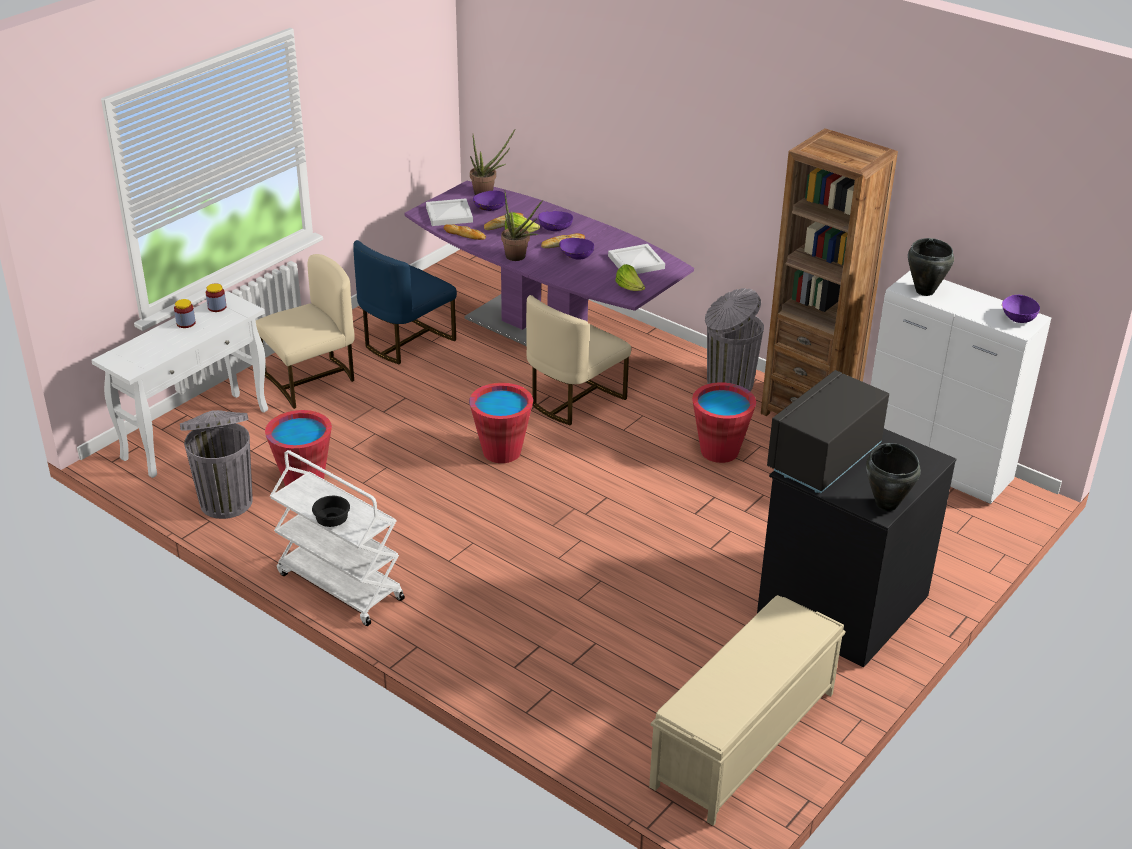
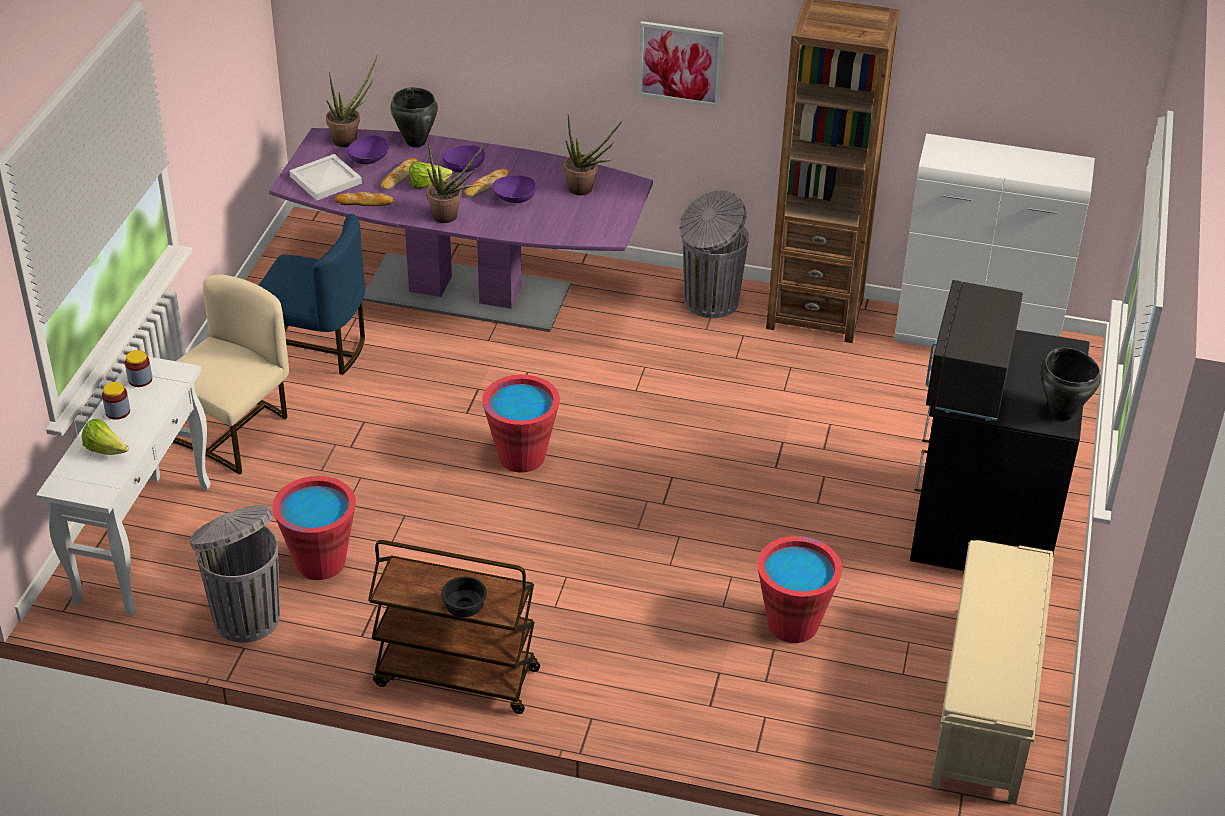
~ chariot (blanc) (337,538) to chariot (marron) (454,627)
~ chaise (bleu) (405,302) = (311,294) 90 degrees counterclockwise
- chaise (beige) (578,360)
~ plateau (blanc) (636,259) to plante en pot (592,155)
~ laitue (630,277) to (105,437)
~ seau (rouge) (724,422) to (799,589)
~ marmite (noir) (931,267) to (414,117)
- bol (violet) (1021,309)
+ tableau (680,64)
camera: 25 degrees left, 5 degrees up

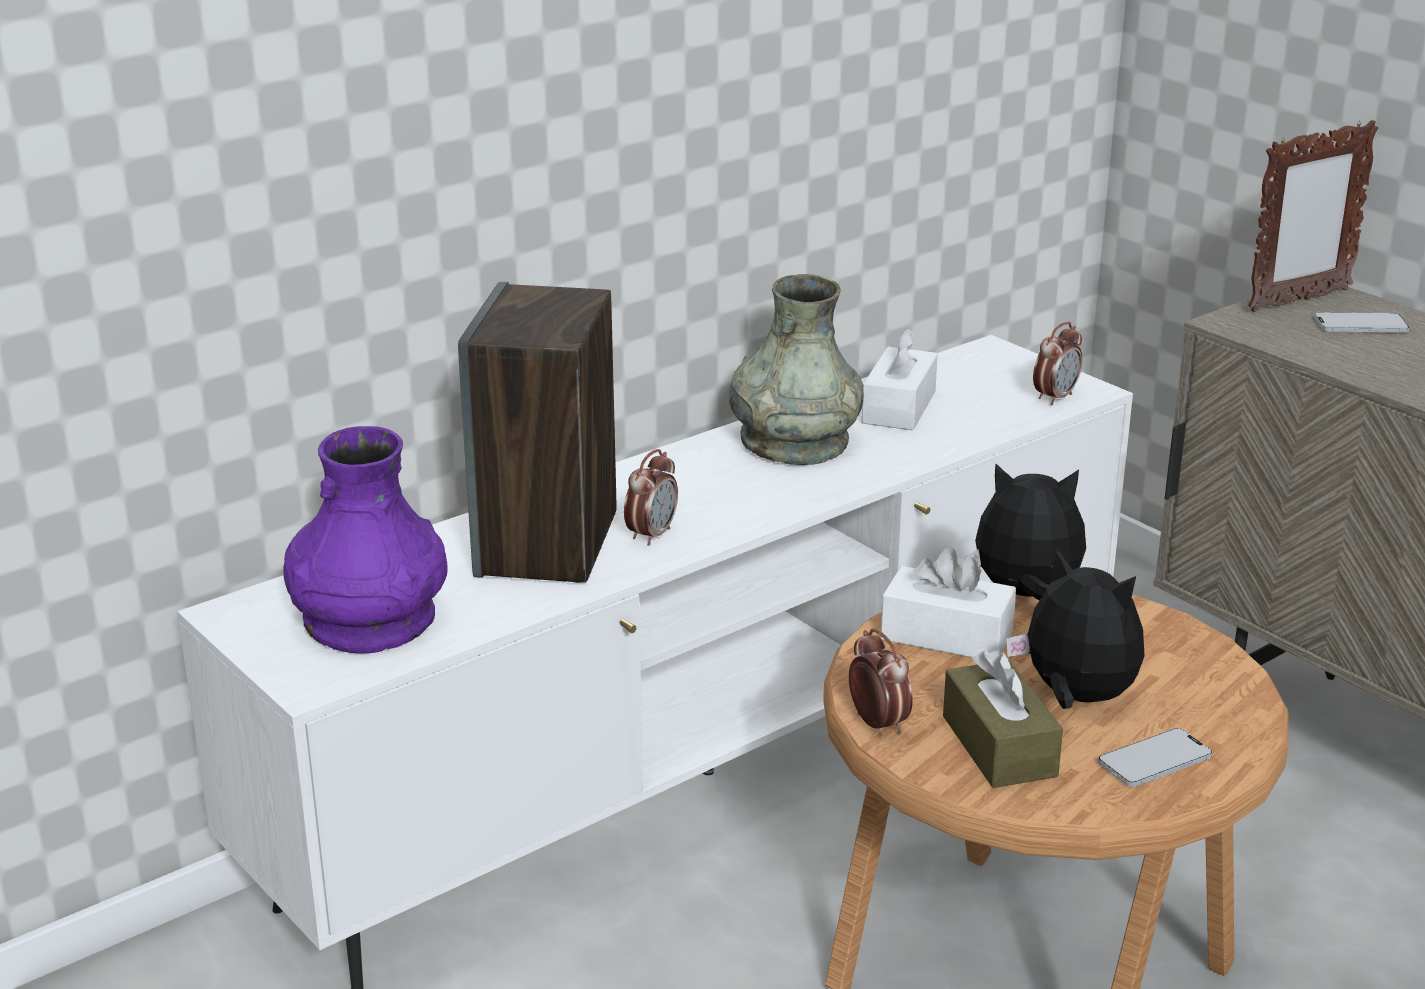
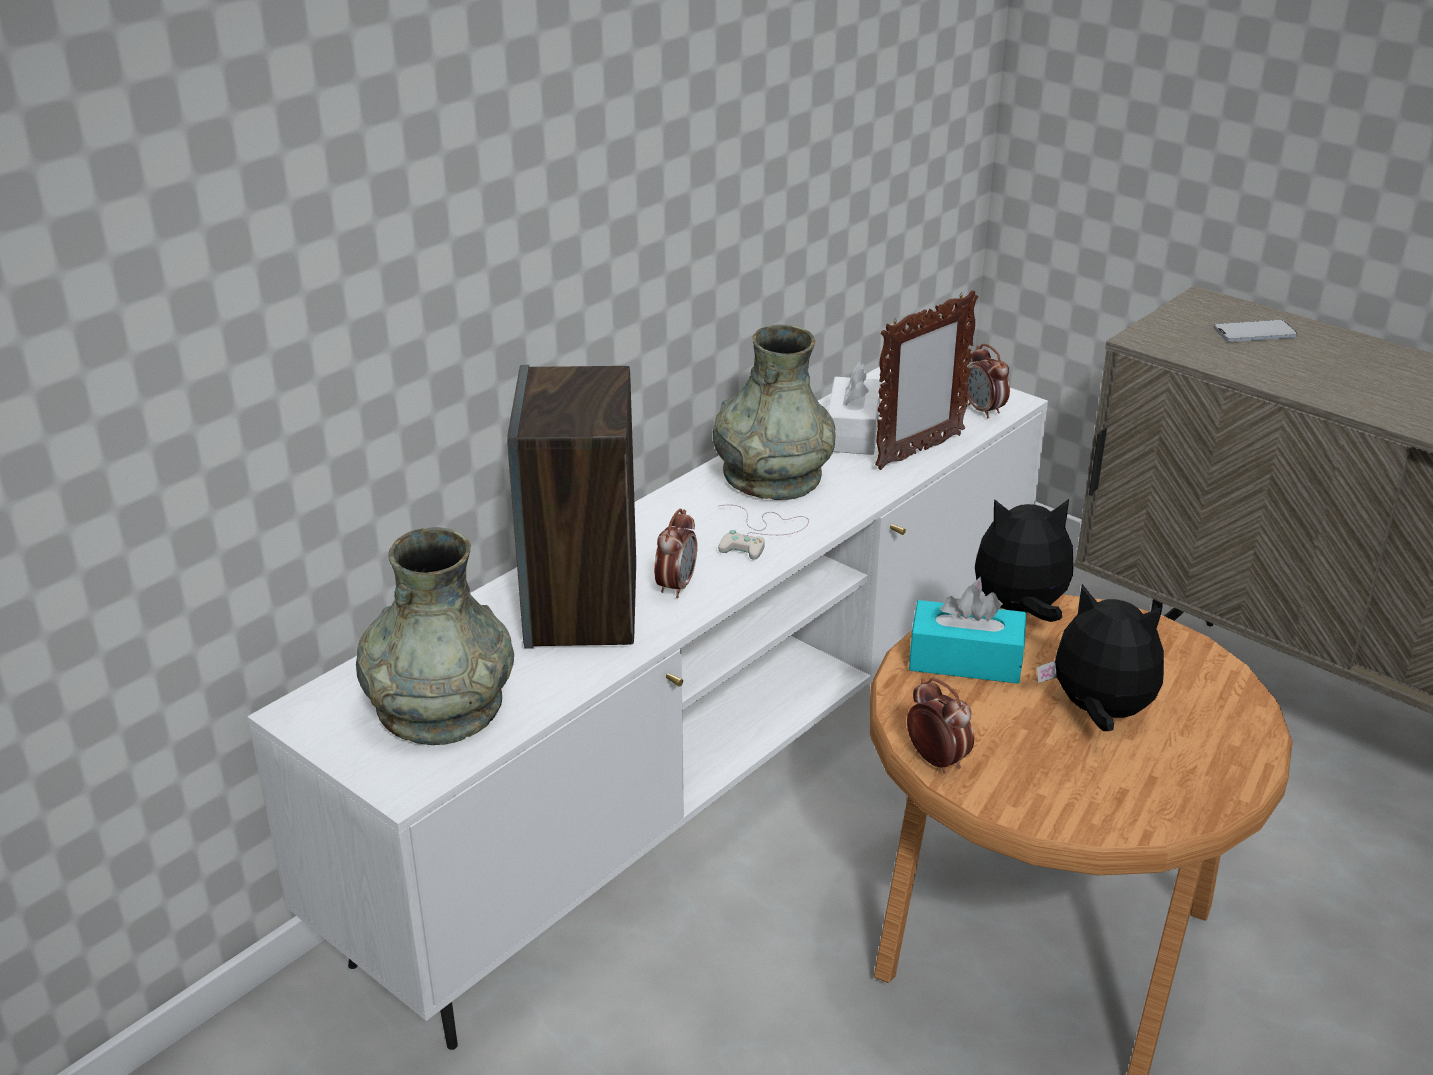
~ vase (violet) (365,540) to vase (gris) (435,636)
~ boîte à mouchoirs (blanc) (948,602) to boîte à mouchoirs (turquoise) (967,634)
- boîte à mouchoirs (marron) (1003,718)
~ réveil (1057,363) = (987,381) 120 degrees clockwise
- téléphone (1155,757)
~ cadre photo (1313,216) to (926,380)
+ manette (blanc) (763,532)
camera: 10 degrees left, 5 degrees up

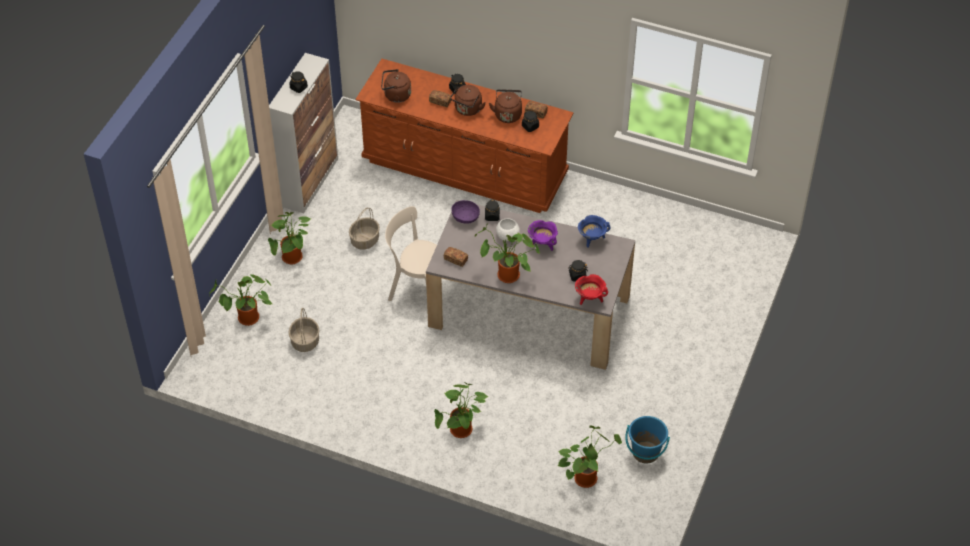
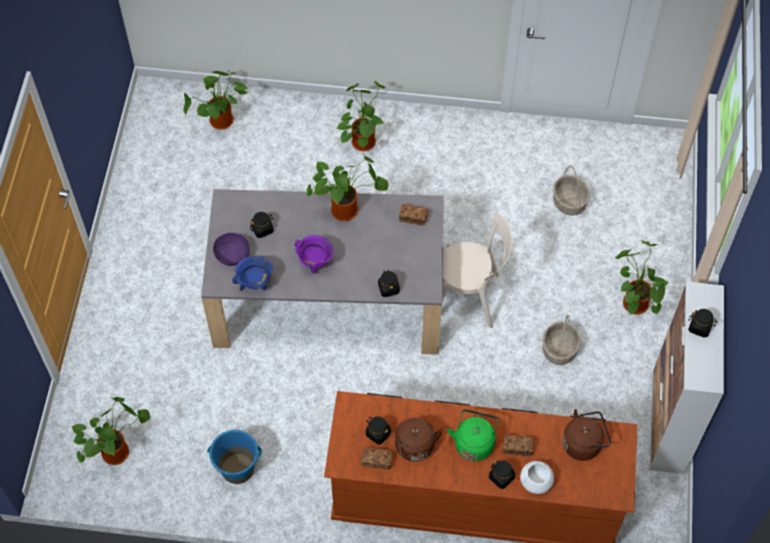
~ plante en pot (240,300) to (111,431)
~ bouilloire (marron) (468,100) to bouilloire (vert) (473,435)
~ bol (violet) (465,212) to (231,249)
~ bol (blanc) (508,229) to (537,477)
- marmite (rouge) (591,289)
~ seau (bleu) (647,440) to (234,457)
camera: 165 degrees right, 10 degrees up

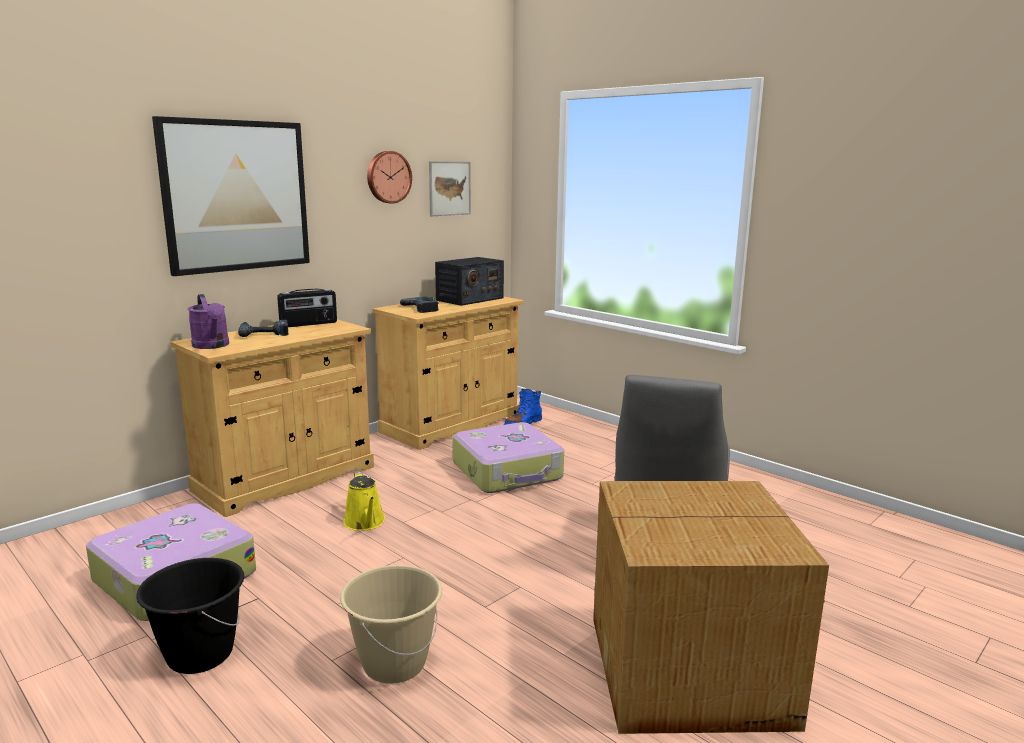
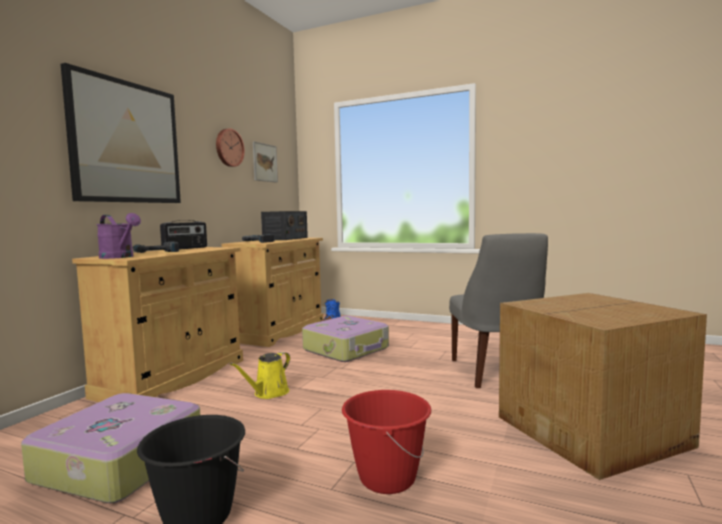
~ seau (beige) (391,624) to seau (rouge) (386,442)
~ arrosoir (jaune) (364,501) = (260,375) 75 degrees clockwise
camera: 20 degrees left, 10 degrees down

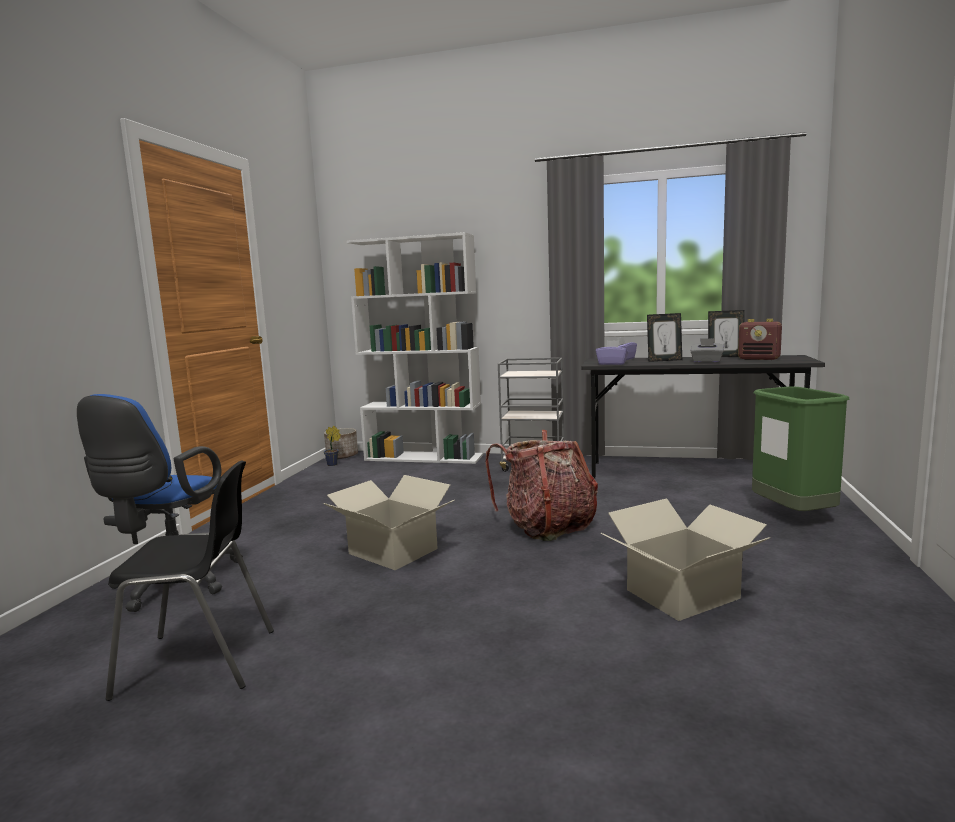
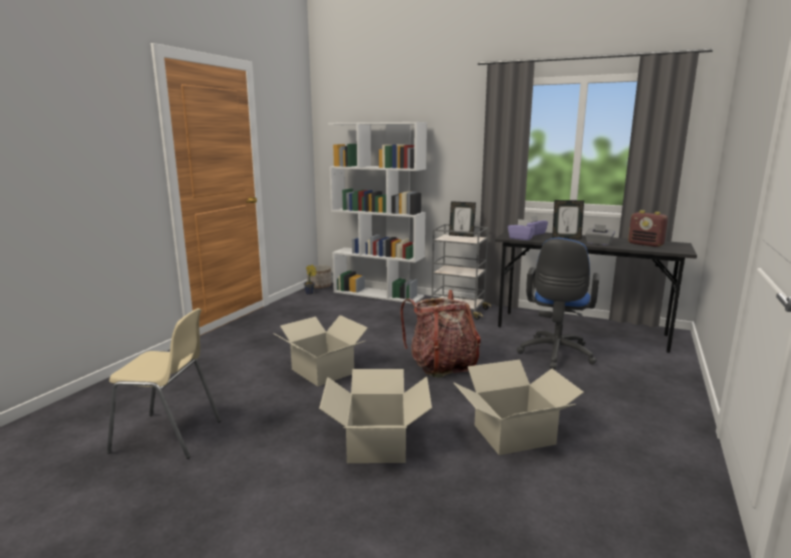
~ chaise de bureau (bleu) (160,503) to (558,304)
~ chaise (noir) (189,580) to chaise (beige) (164,383)
~ cadre photo (726,333) to (462,219)
- poubelle (vert) (801,448)
+ carton (375,416)
camera: 10 degrees right, 5 degrees up

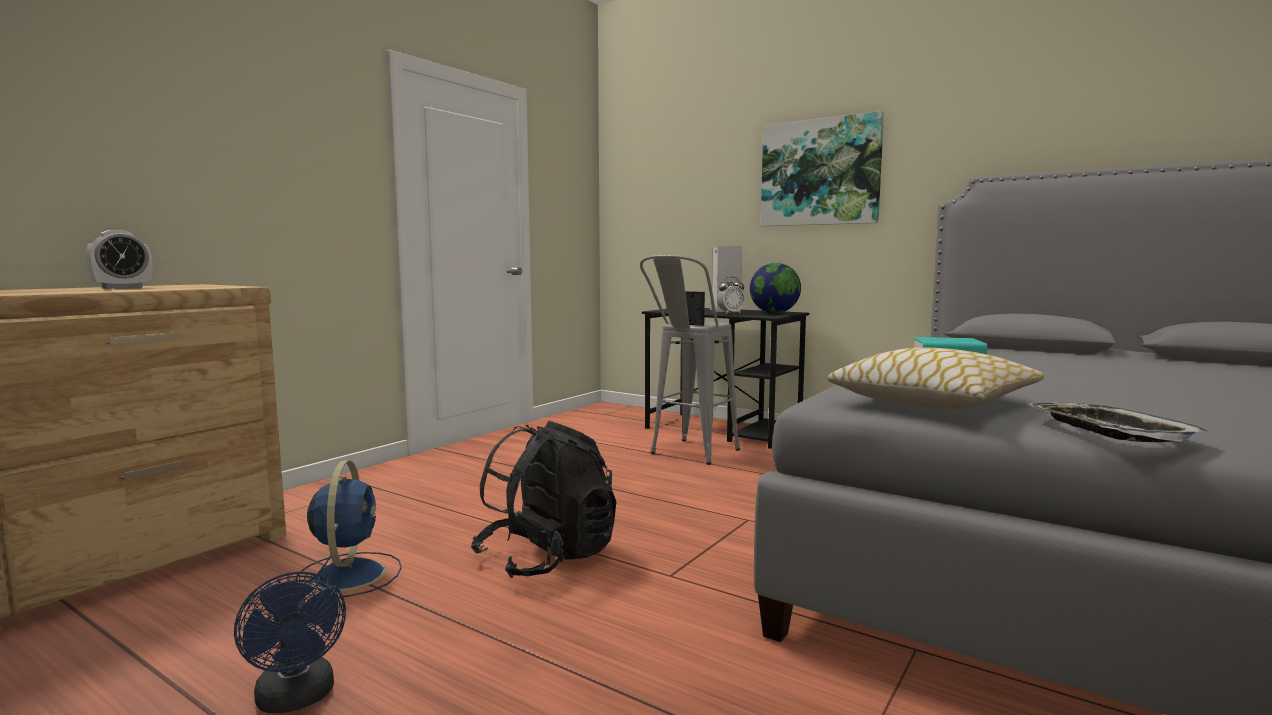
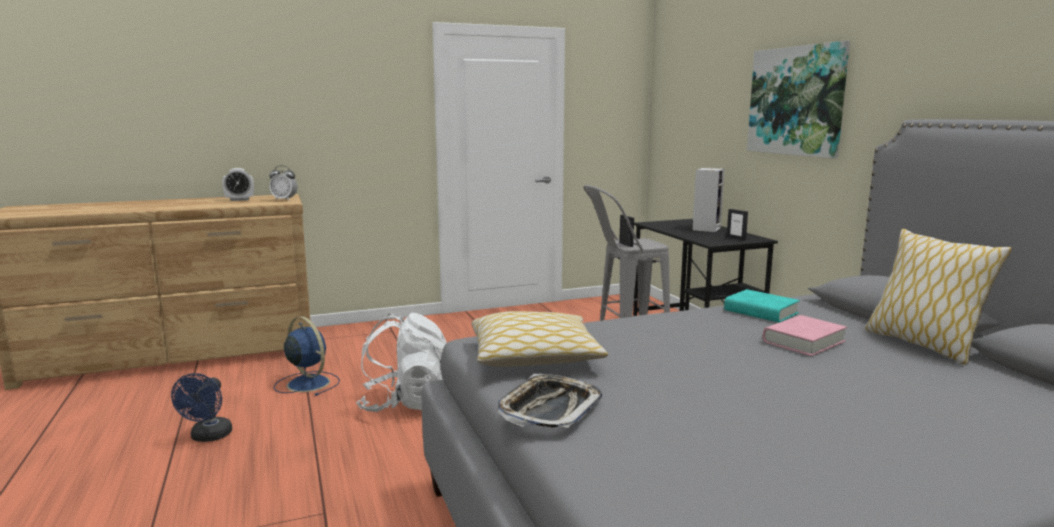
~ ventilateur (bleu) (349,529) = (307,356) 75 degrees counterclockwise
~ sac à dos (noir) (543,499) to sac à dos (blanc) (401,362)
~ réveil (731,295) to (283,182)
~ globe (775,288) to cadre photo (737,224)
+ livre (rose) (805,335)
+ coussin (938,297)
camera: 35 degrees right, 5 degrees up

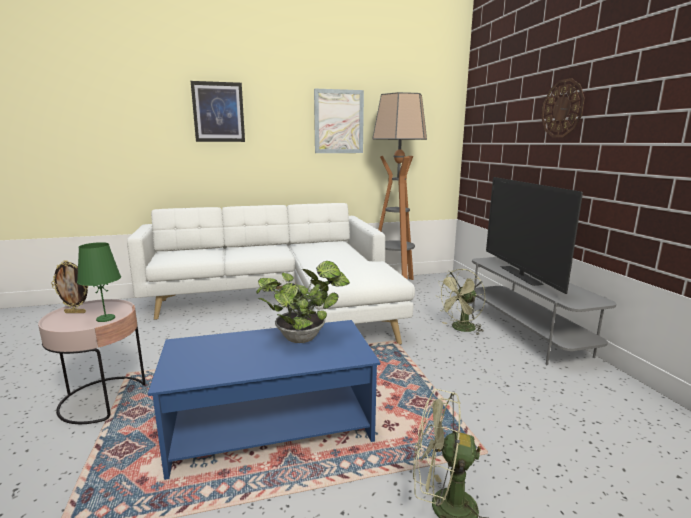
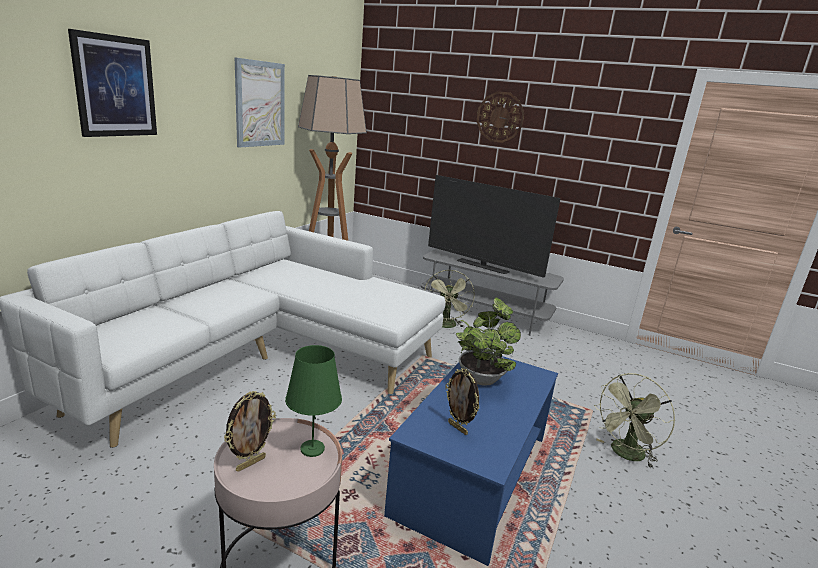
+ cadre photo (462,401)
camera: 50 degrees left, 5 degrees up

